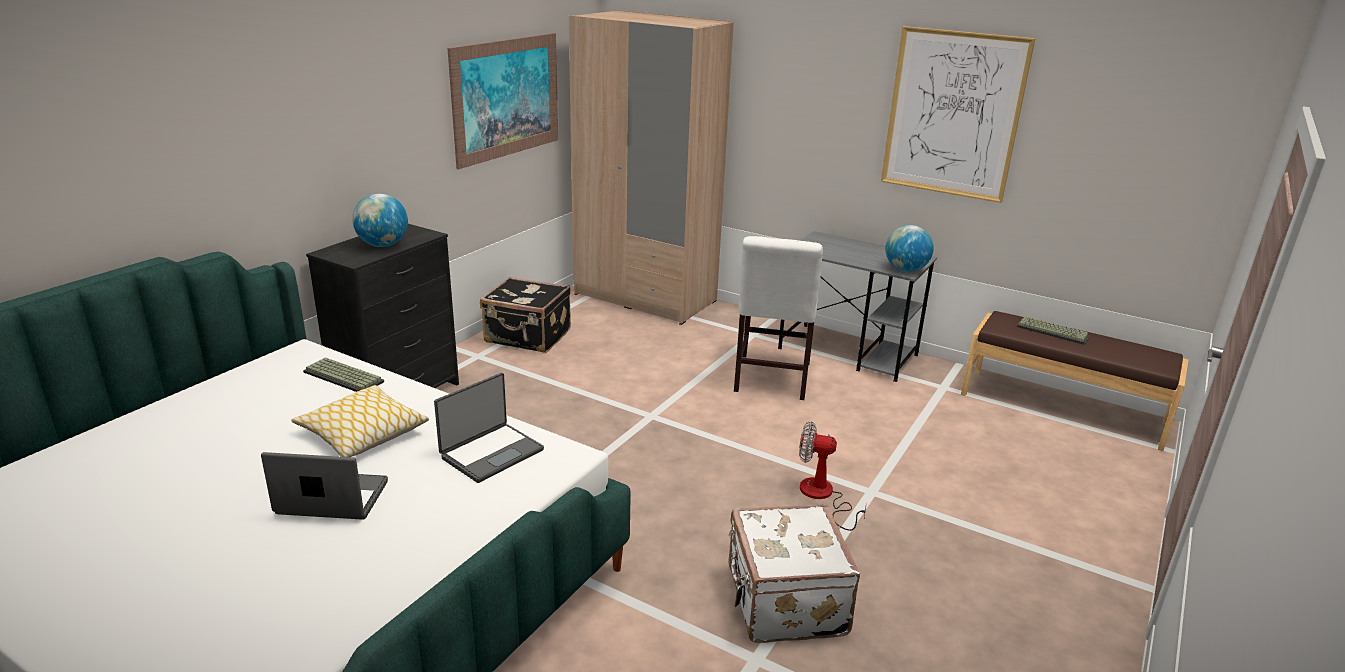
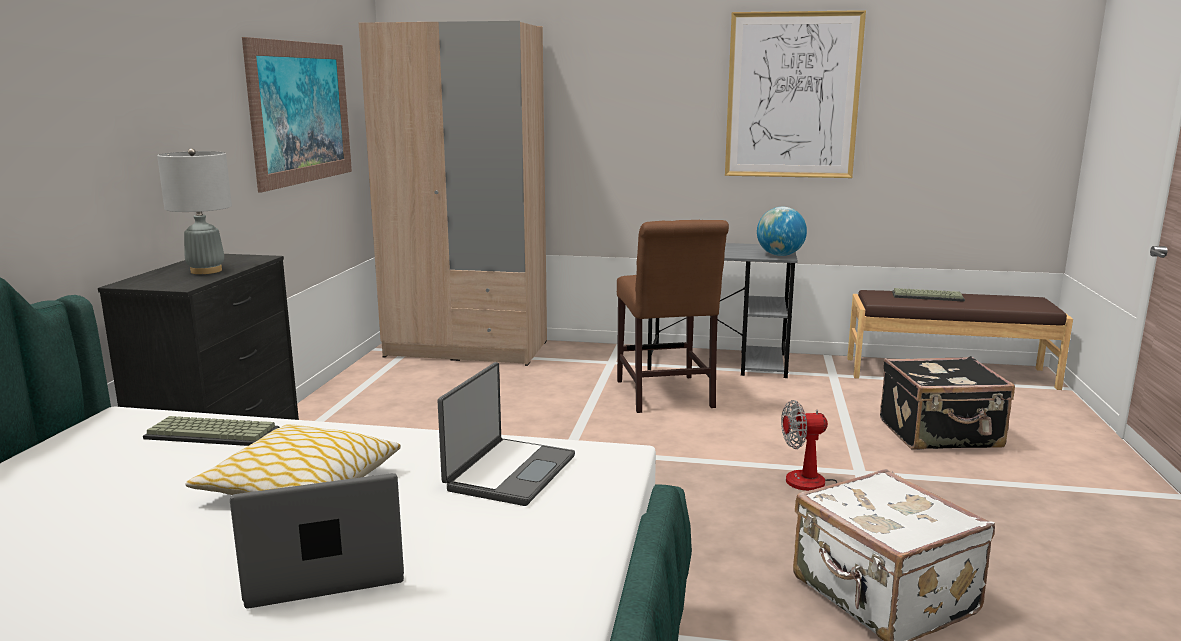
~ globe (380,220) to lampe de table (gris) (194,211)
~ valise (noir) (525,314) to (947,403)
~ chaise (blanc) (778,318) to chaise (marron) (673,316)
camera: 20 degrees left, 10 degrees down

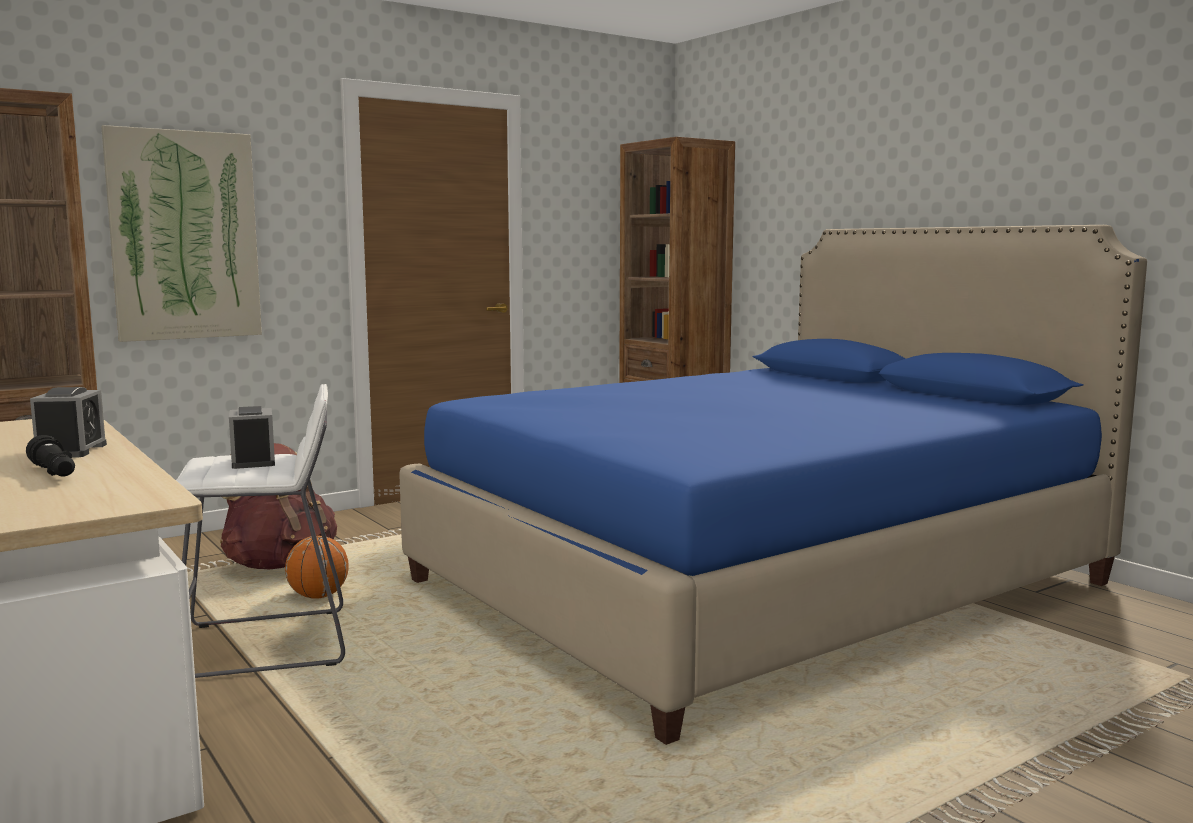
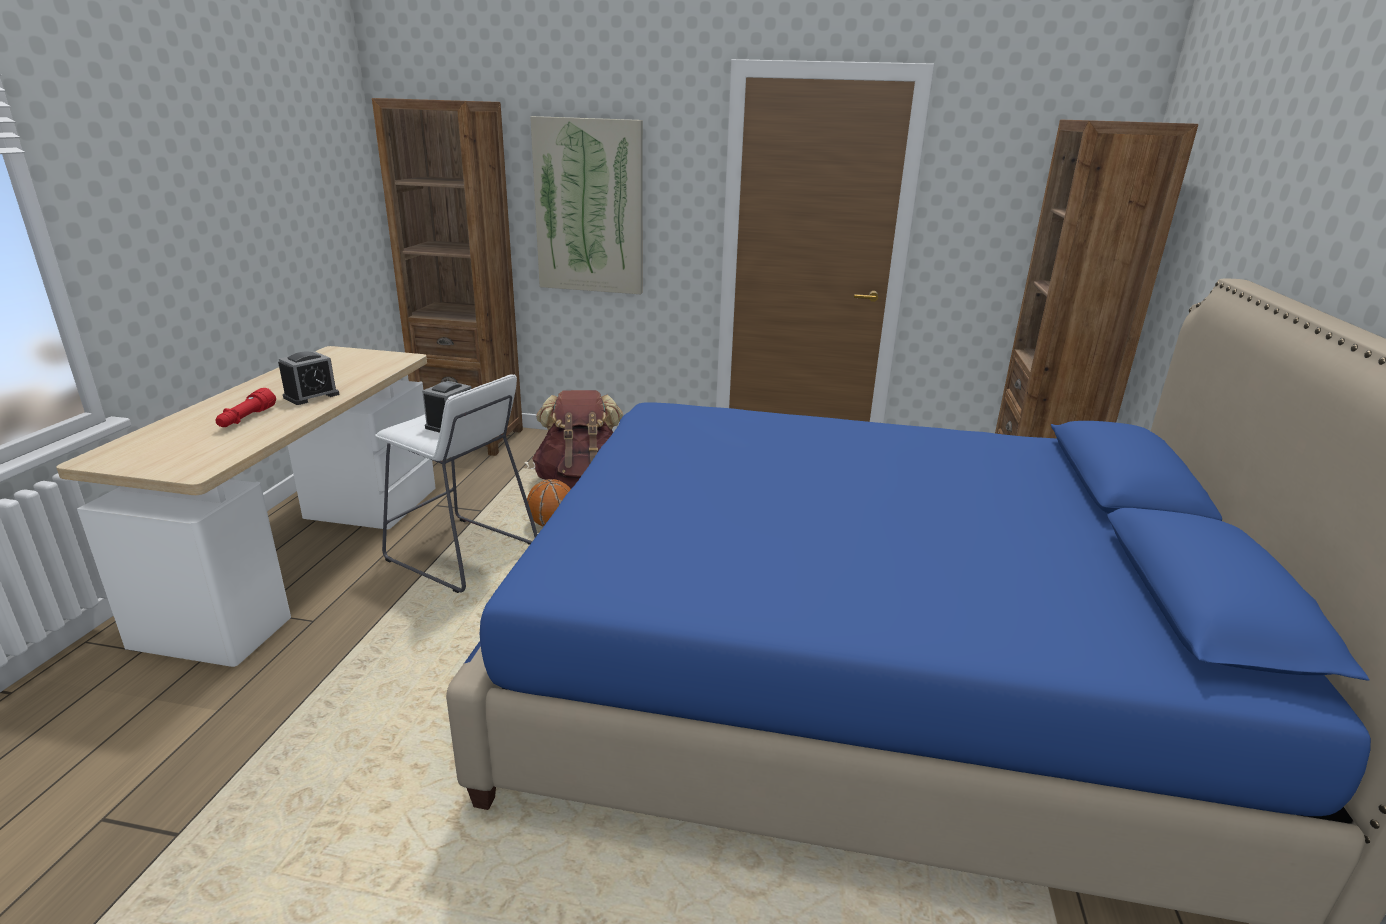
~ lampe de poche (noir) (50,456) to lampe de poche (rouge) (246,407)
camera: 45 degrees right, 15 degrees up

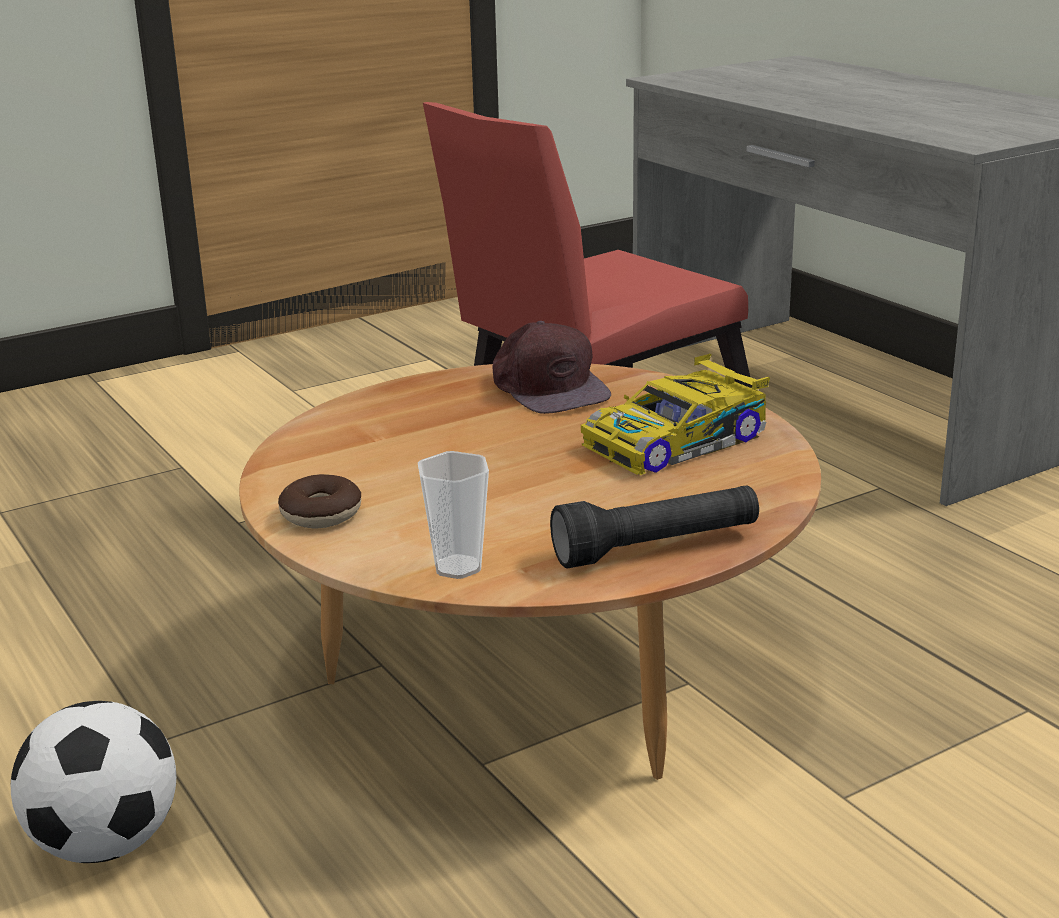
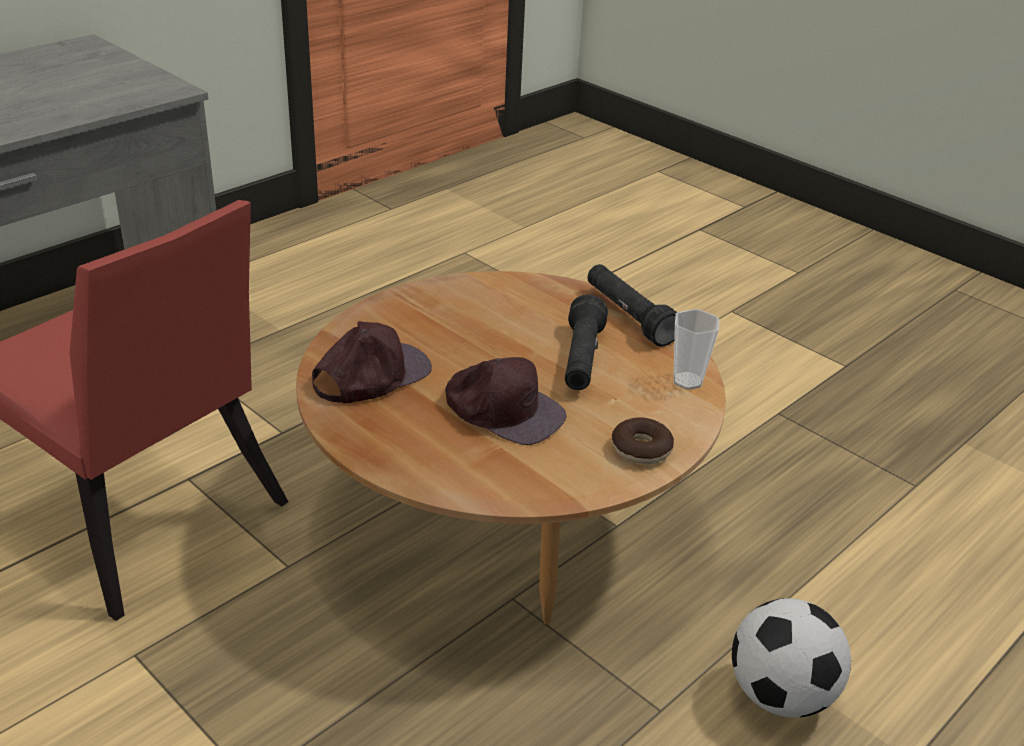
- petite voiture (675,414)
+ casquette (marron) (506,401)
+ lampe de poche (noir) (586,342)
camera: 105 degrees left, 10 degrees up

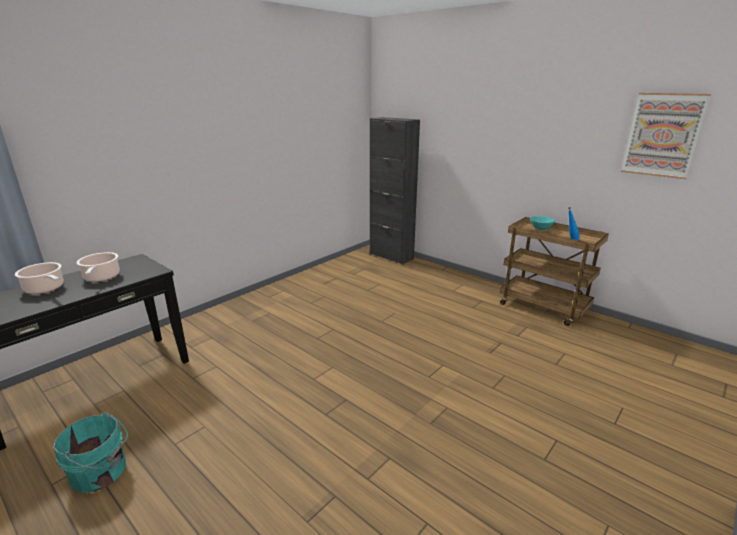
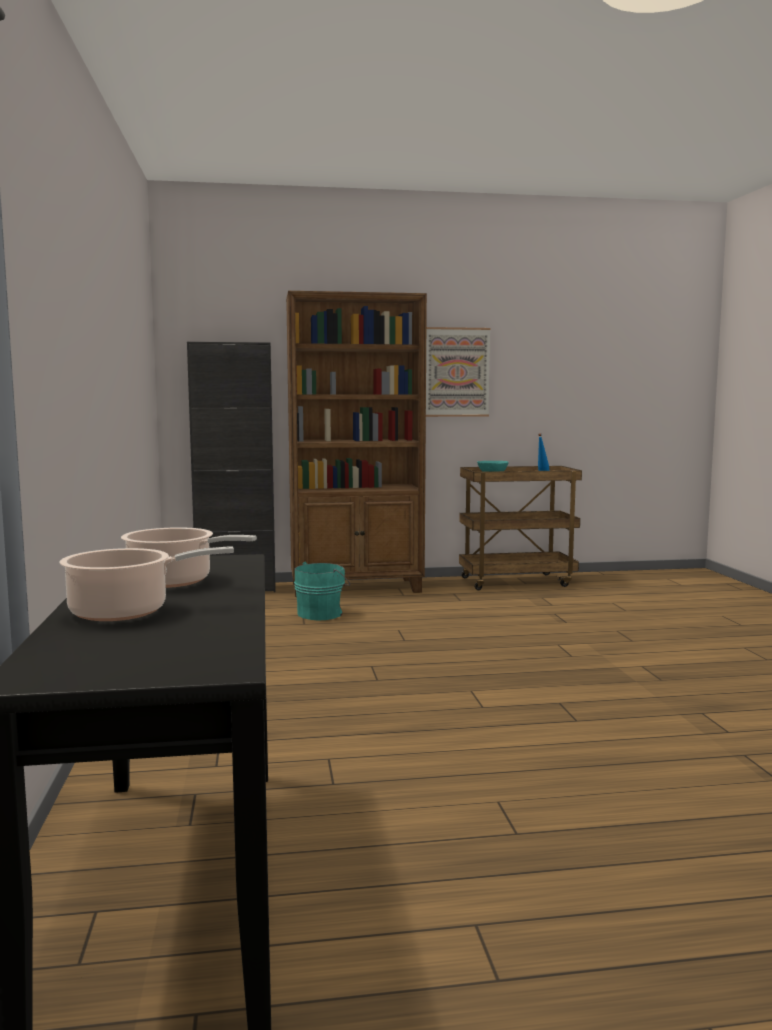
~ seau (turquoise) (90,452) to (322,591)
~ tableau (666,136) to (458,372)
+ bibliothèque (marron) (356,444)
camera: 50 degrees left, 15 degrees down

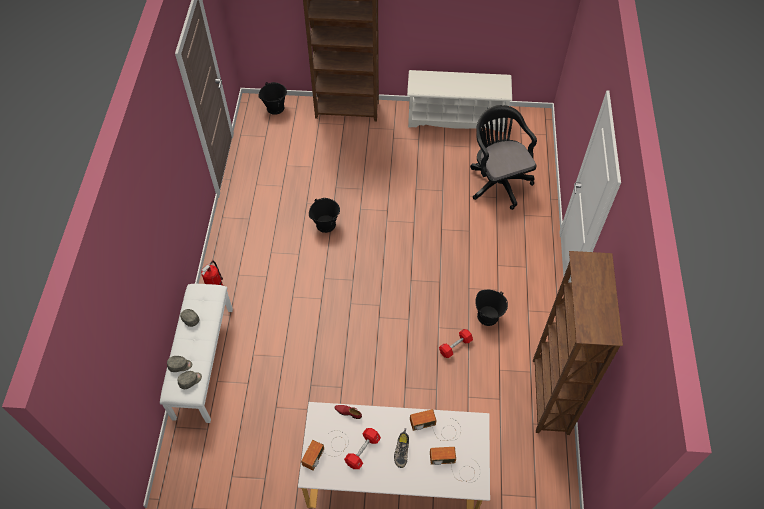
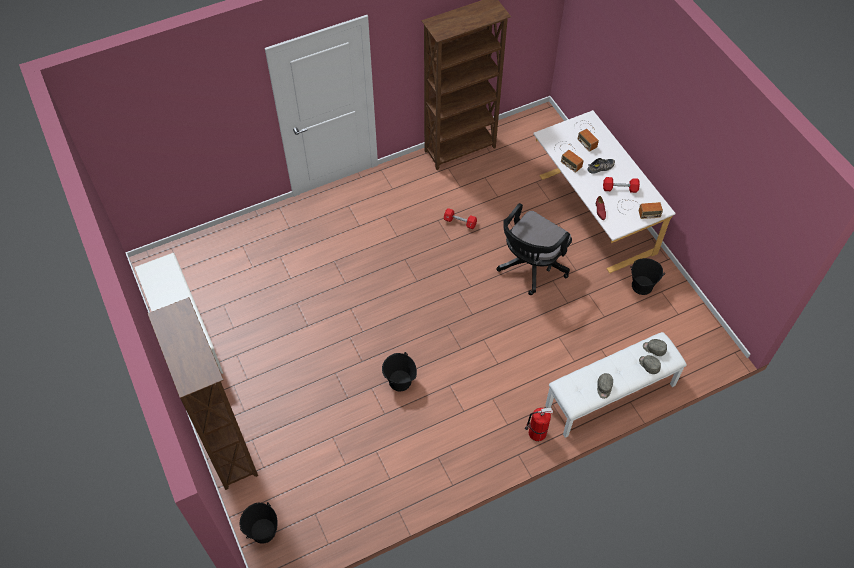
~ chaise de bureau (noir) (503,157) to (534,249)
~ seau (noir) (491,308) to (647,276)
camera: 120 degrees left, 0 degrees up

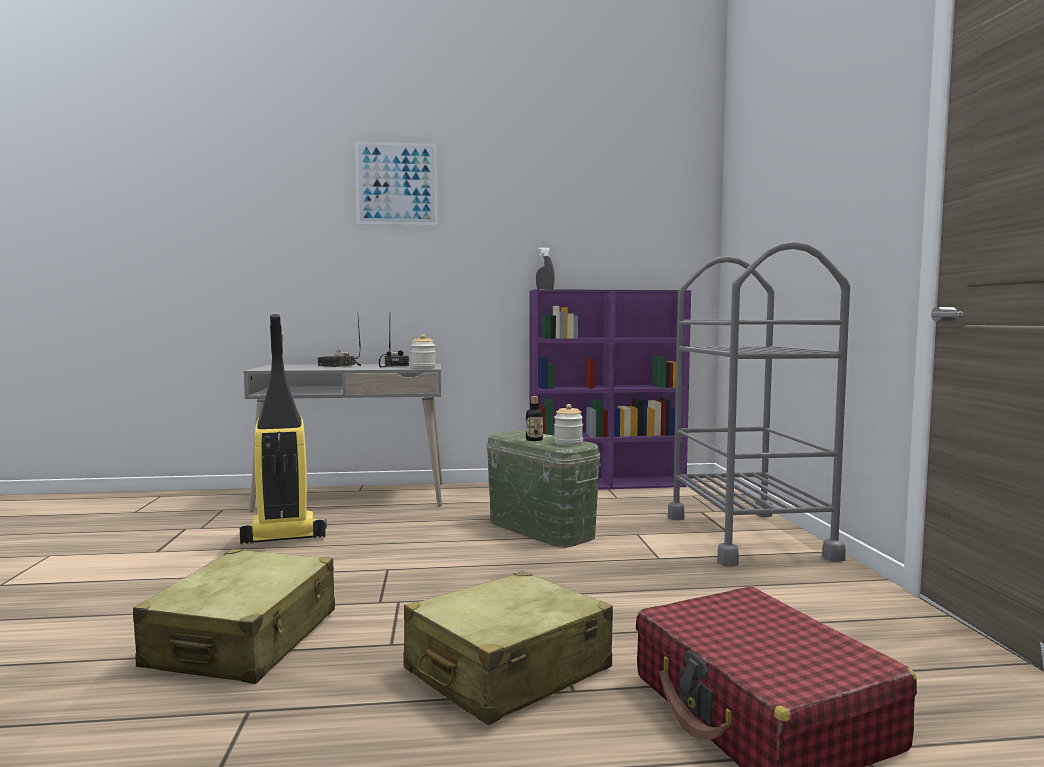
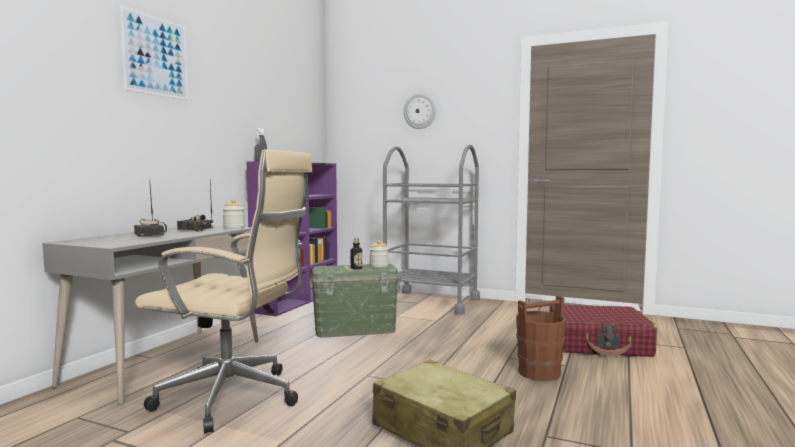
~ aspirateur (283,429) to chaise de bureau (beige) (224,291)
~ valise (beige) (508,648) to seau (marron) (541,338)
+ horloge murale (420,111)
camera: 60 degrees left, 0 degrees up

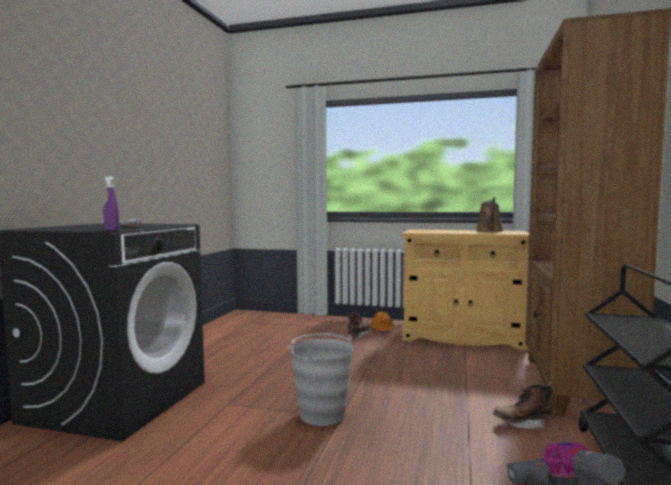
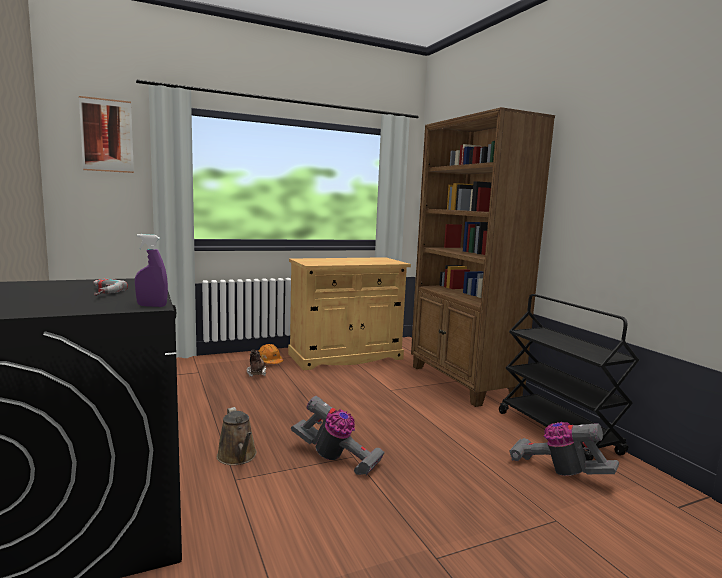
~ seau (gris) (320,379) to aspirateur (338,435)
~ arrosoir (marron) (489,214) to (237,436)
- botte (marron) (523,406)
+ tableau (106,134)
camera: 40 degrees left, 5 degrees up

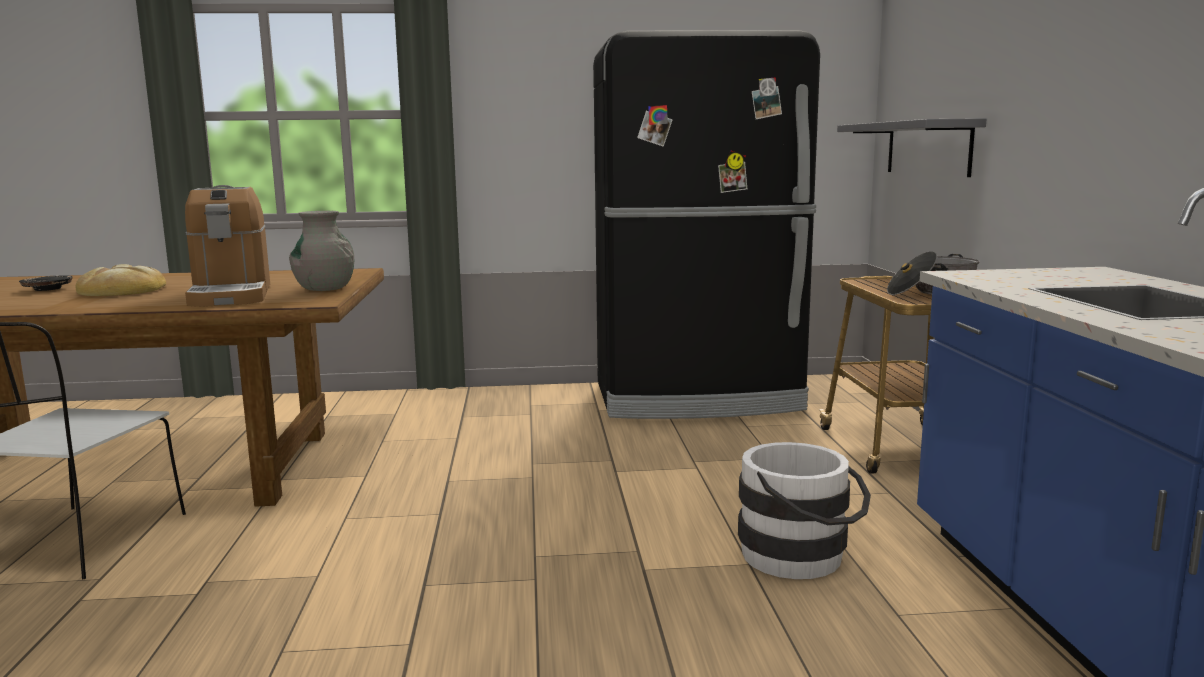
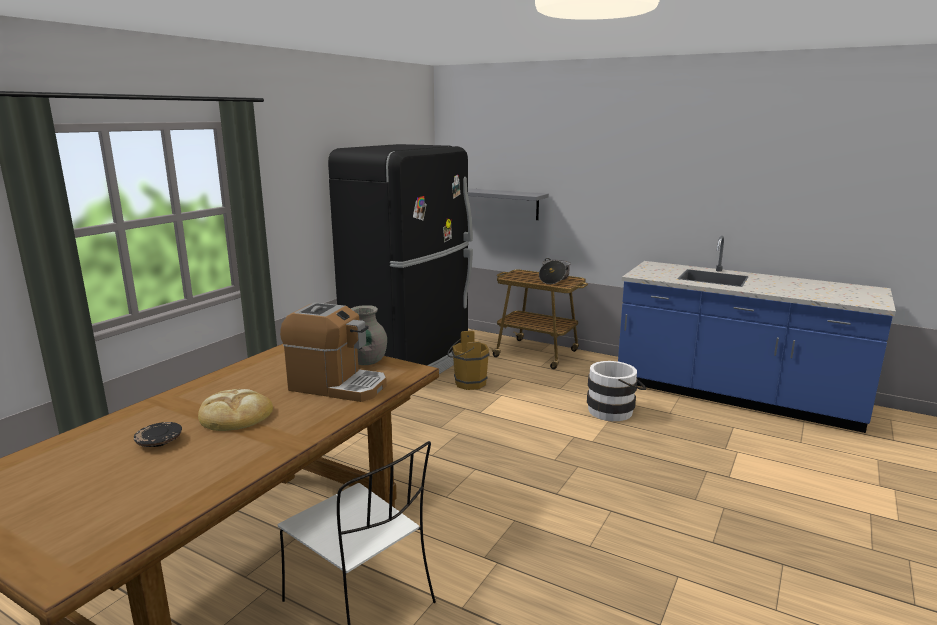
+ seau (marron) (468,360)
camera: 55 degrees left, 5 degrees up

